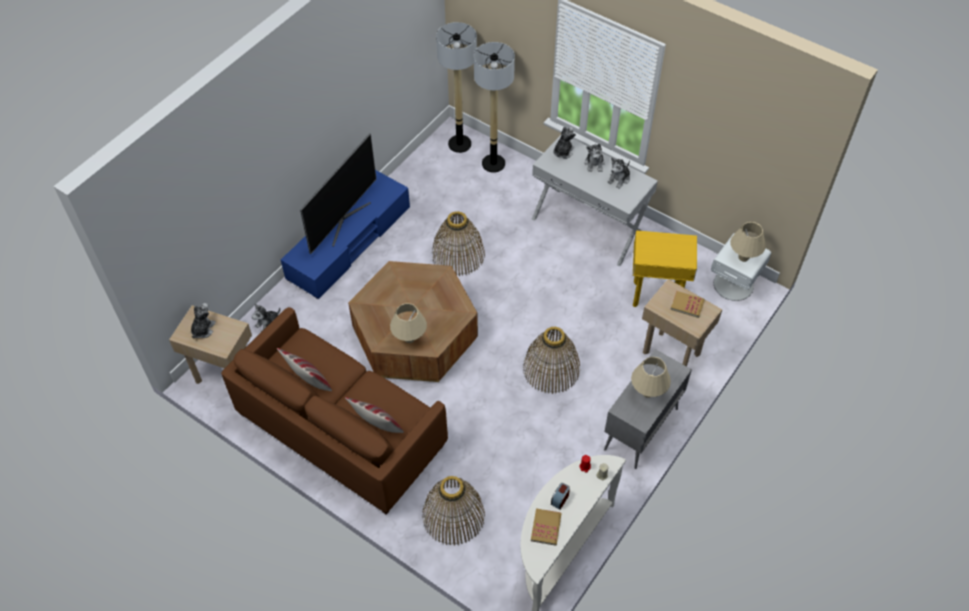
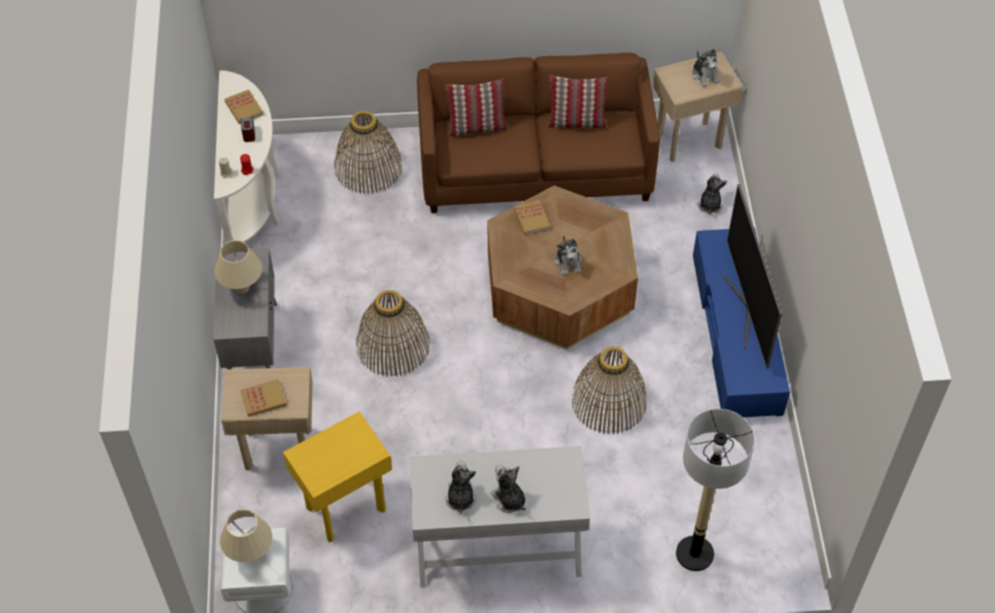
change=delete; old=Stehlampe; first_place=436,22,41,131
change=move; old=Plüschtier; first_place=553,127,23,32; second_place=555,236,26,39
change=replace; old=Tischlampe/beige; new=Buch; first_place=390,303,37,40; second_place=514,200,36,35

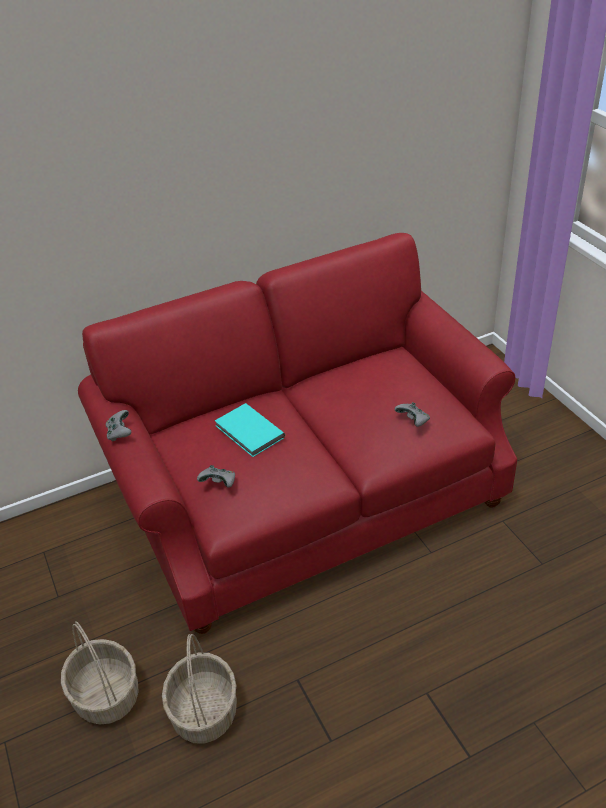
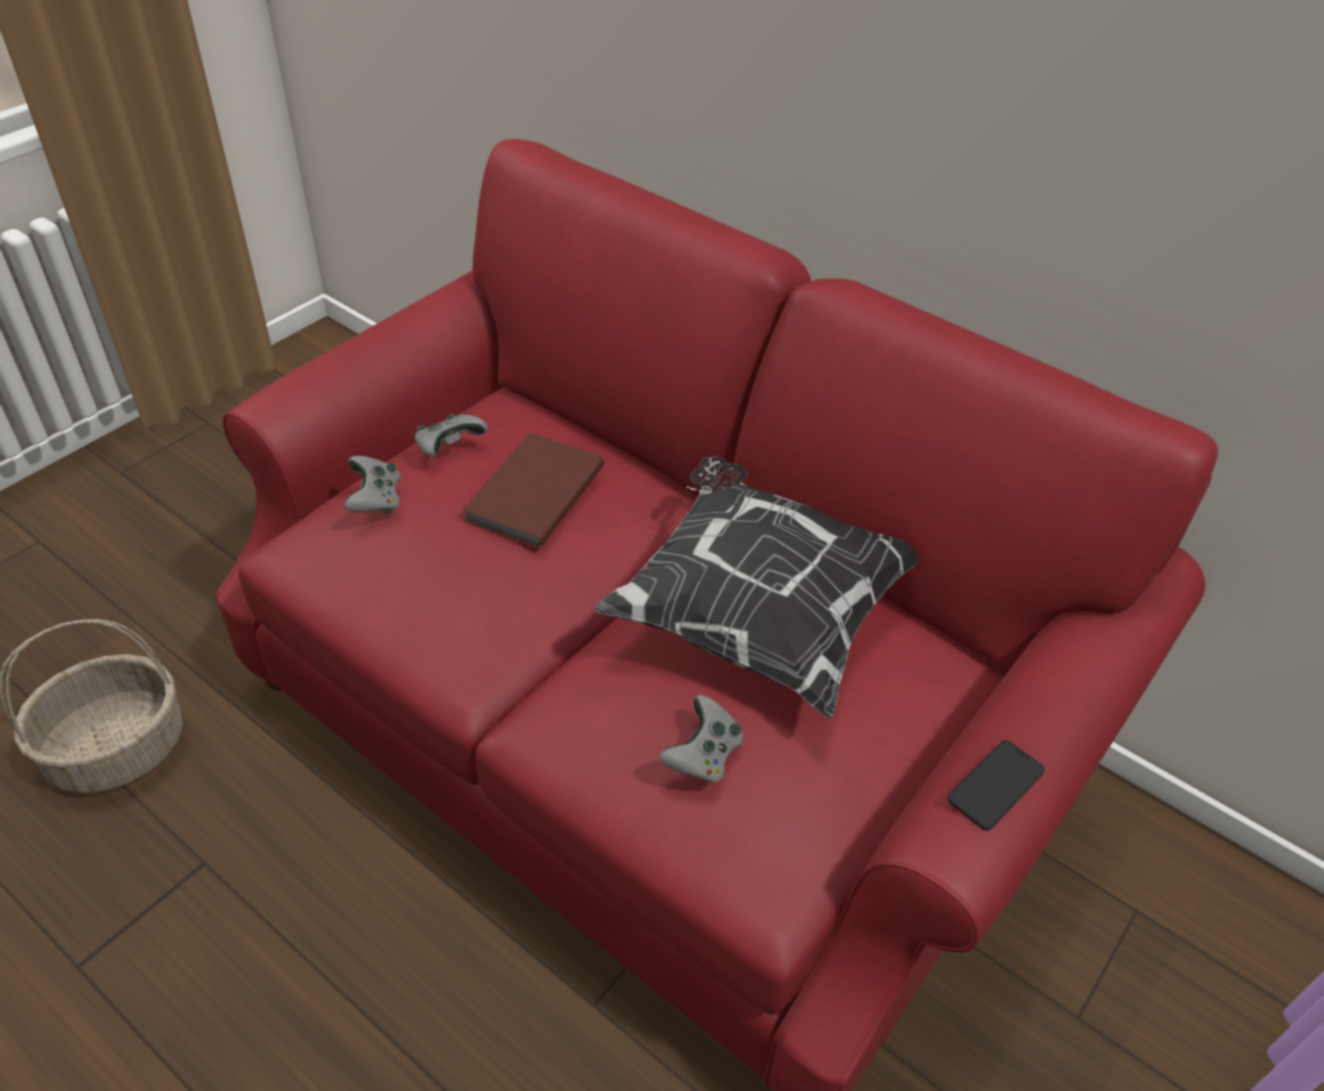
change=recolor; old=Buch/türkis; new=Buch/braun; first_place=215,403,70,54; second_place=463,432,141,117
change=move; old=Gamepad/grau; first_place=106,410,26,32; second_place=415,414,73,43
change=delete; old=Korb; first_place=61,621,78,104
change=insert; new=Kissen; second_place=595,456,324,262
change=insert; new=Handy; second_place=948,740,97,90

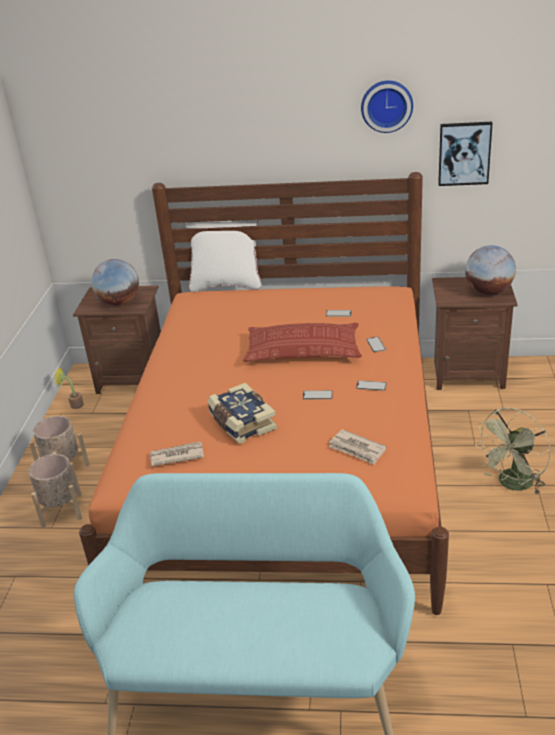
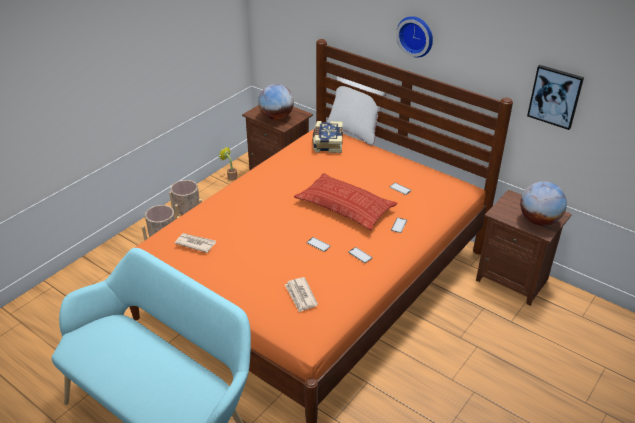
change=move; old=Wanduhr; first_place=361,80,52,53; second_place=396,16,37,41
change=move; old=Buch; first_place=207,383,70,61; second_place=312,121,31,32
change=delete; old=Ventilator/grün; first_place=475,408,76,87

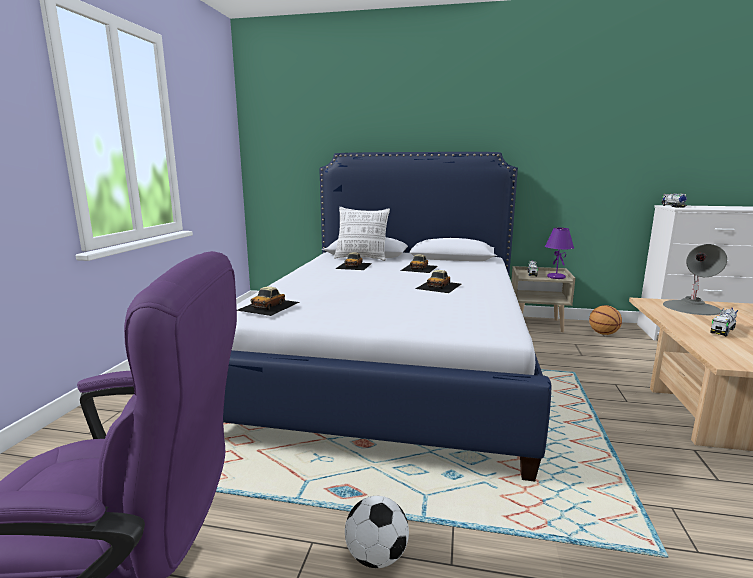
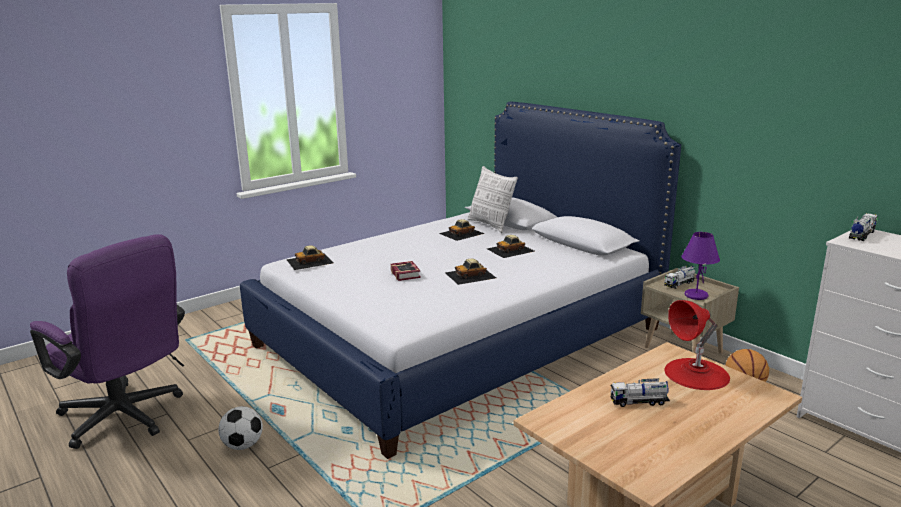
change=recolor; old=Tischlampe/grau; new=Tischlampe/rot; first_place=663,244,64,71; second_place=664,300,66,90
change=insert; new=Buch; second_place=391,261,30,20

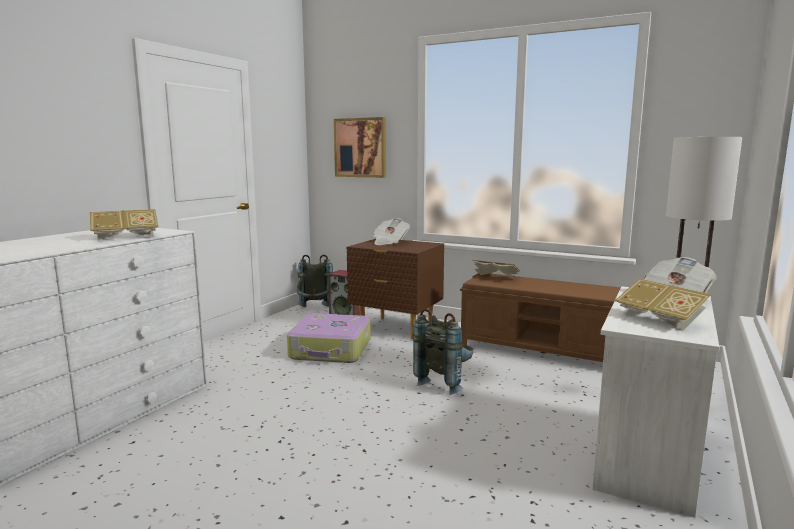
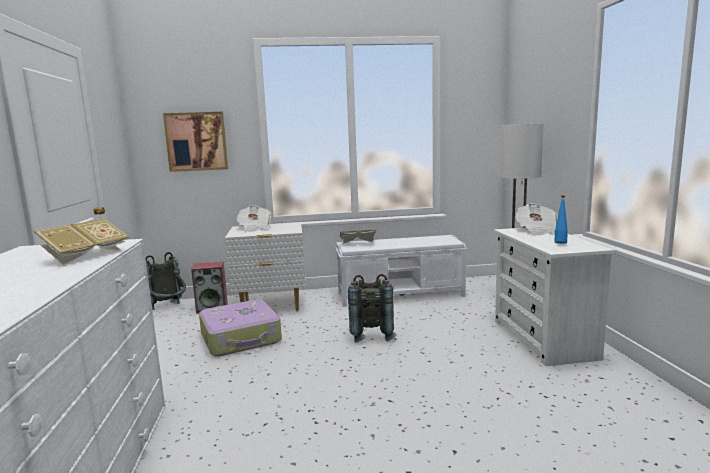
change=recolor; old=Nachttisch/braun; new=Nachttisch/weiß; first_place=347,239,97,100; second_place=225,223,81,88
change=recolor; old=Bank/braun; new=Bank/weiß; first_place=460,273,161,89; second_place=335,235,133,72
change=replace; old=Buch; new=Flasche/blau; first_place=615,279,96,52; second_place=554,196,14,47

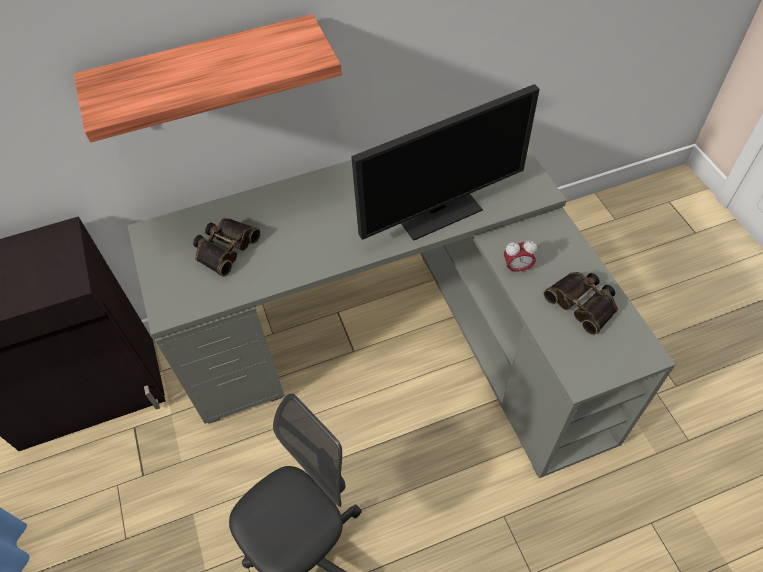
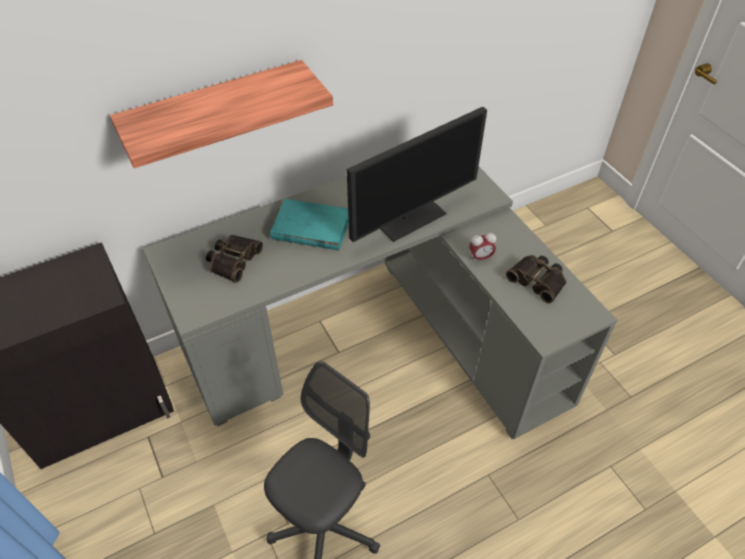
change=insert; new=Buch/türkis; second_place=270,199,79,51

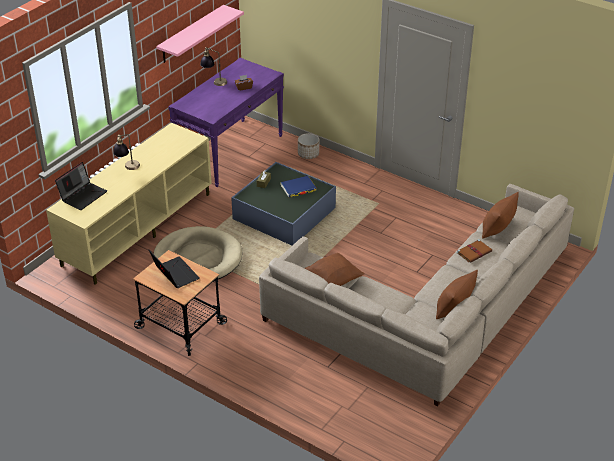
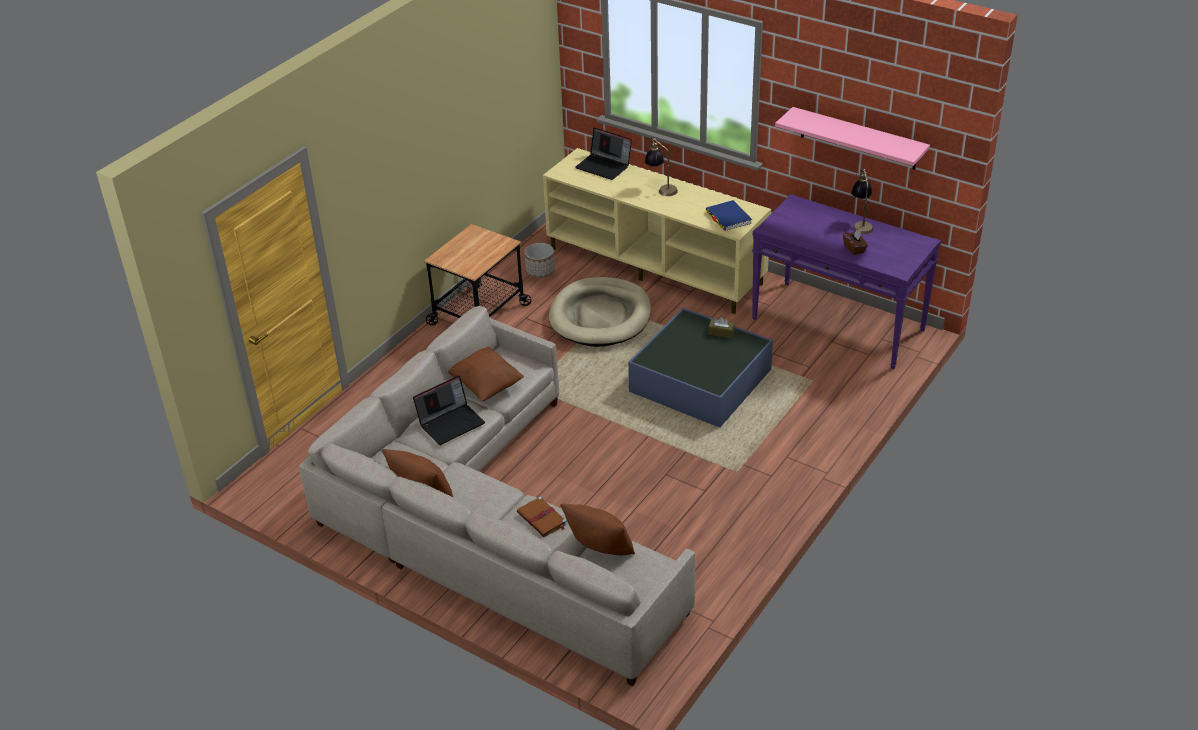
change=move; old=Pflanzkübel; first_place=298,133,21,26; second_place=524,243,31,35
change=move; old=Buch/blau; first_place=281,176,36,21; second_place=706,200,46,31
change=move; old=Laptop; first_place=149,250,51,38; second_place=413,375,72,70

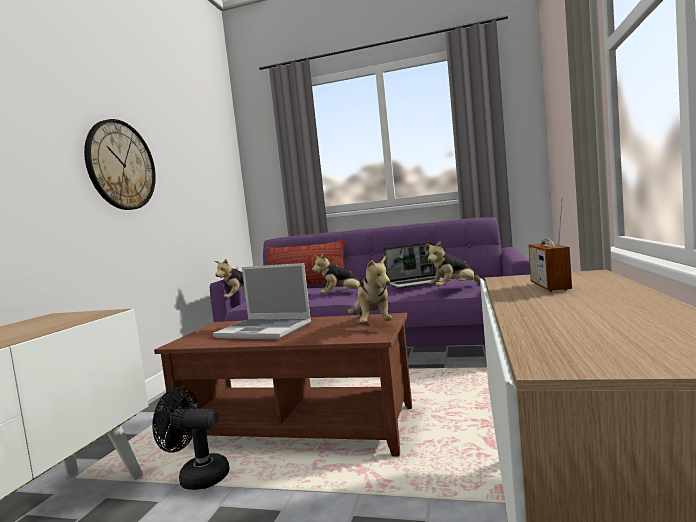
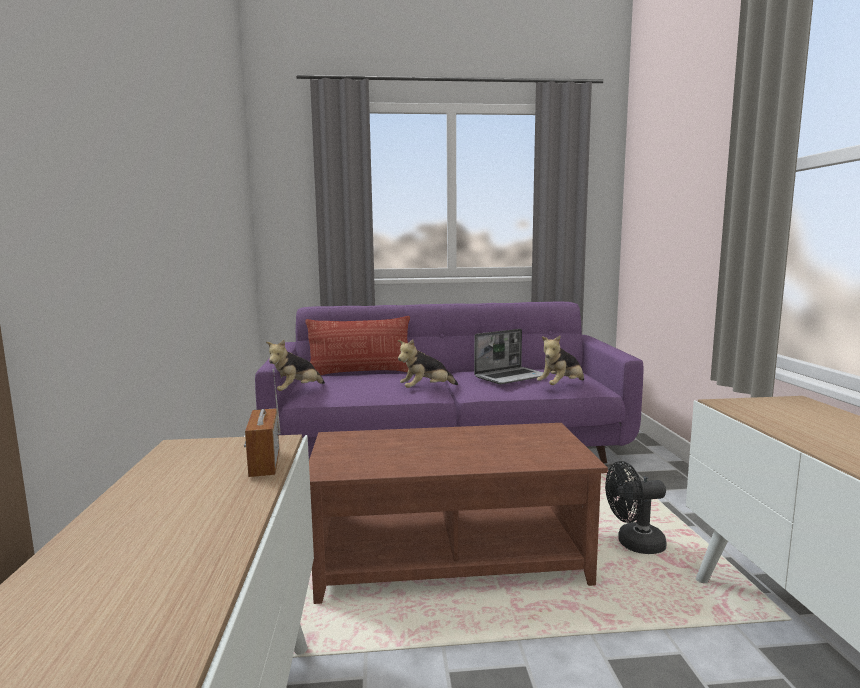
change=delete; old=Wanduhr; first_place=84,119,72,91
change=move; old=Radio; first_place=528,198,44,94; second_place=244,369,37,108
change=delete; old=Plüschtier; first_place=348,255,44,67
change=delete; old=Laptop; first_place=213,263,98,76
change=move; old=Ventilator/schwarz; first_place=152,387,78,103; second_place=605,461,62,93

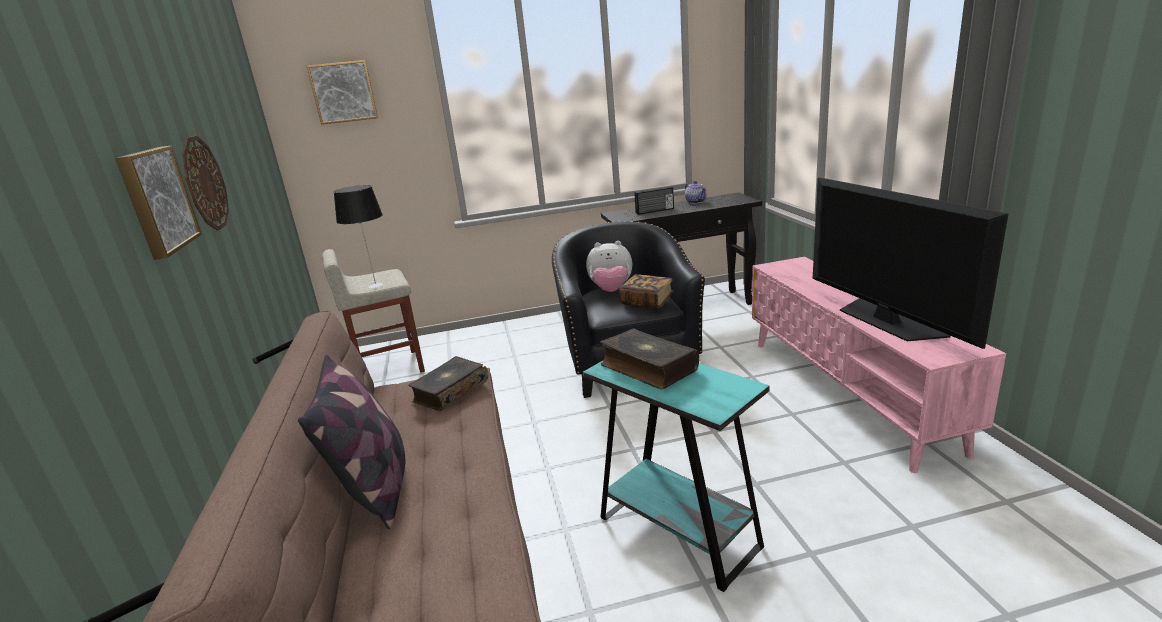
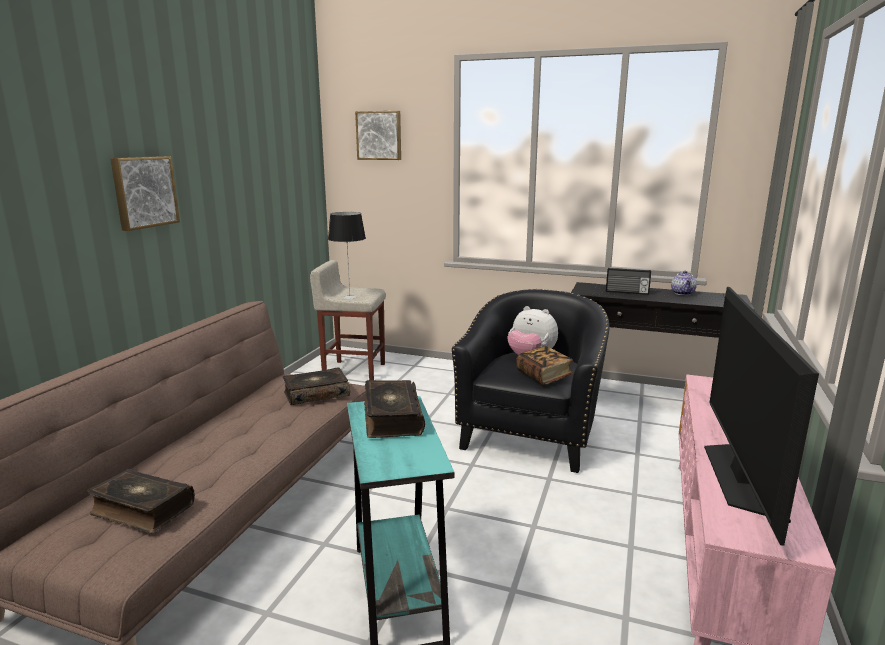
change=delete; old=Wanduhr; first_place=182,136,47,95
change=delete; old=Kissen; first_place=298,354,107,175
change=insert; new=Buch; second_place=87,469,108,64

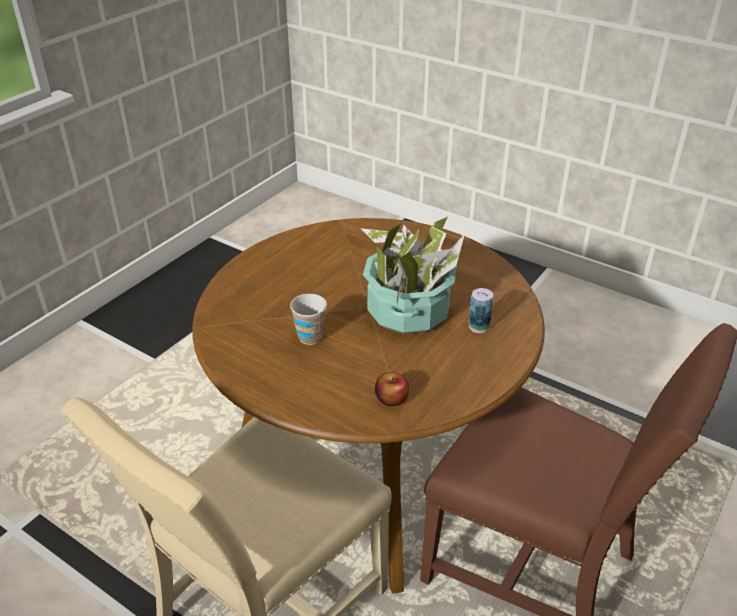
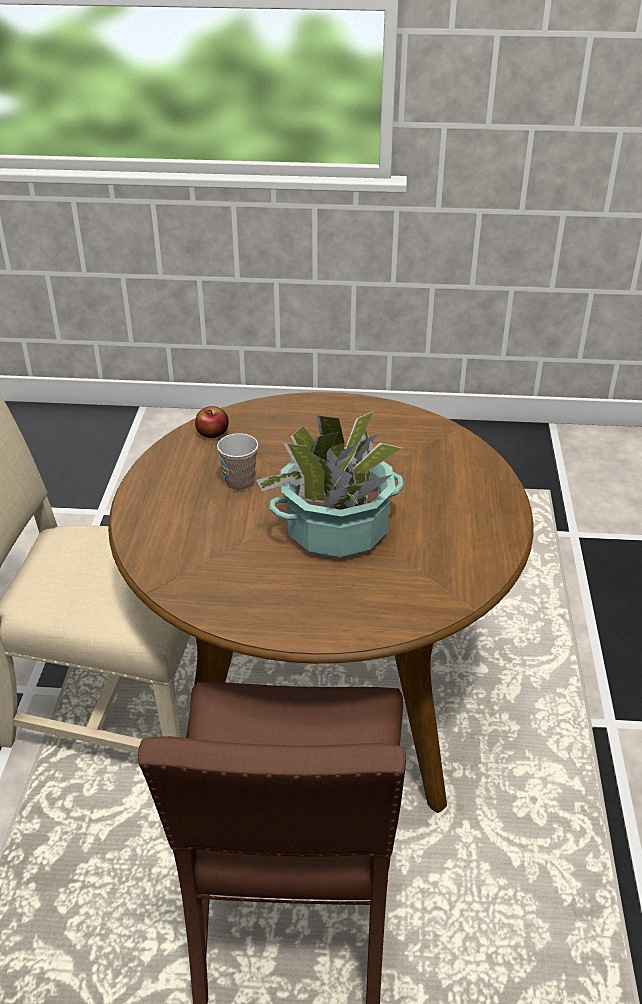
change=delete; old=Dose; first_place=469,288,24,45
change=move; old=Apfel; first_place=375,372,34,34; second_place=195,406,34,32

